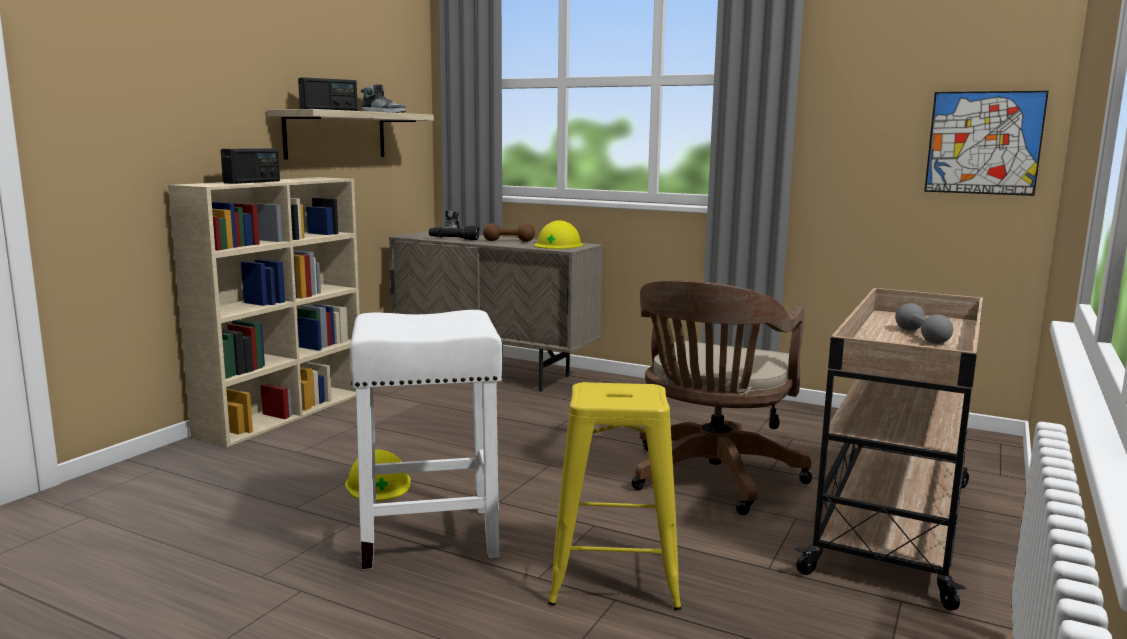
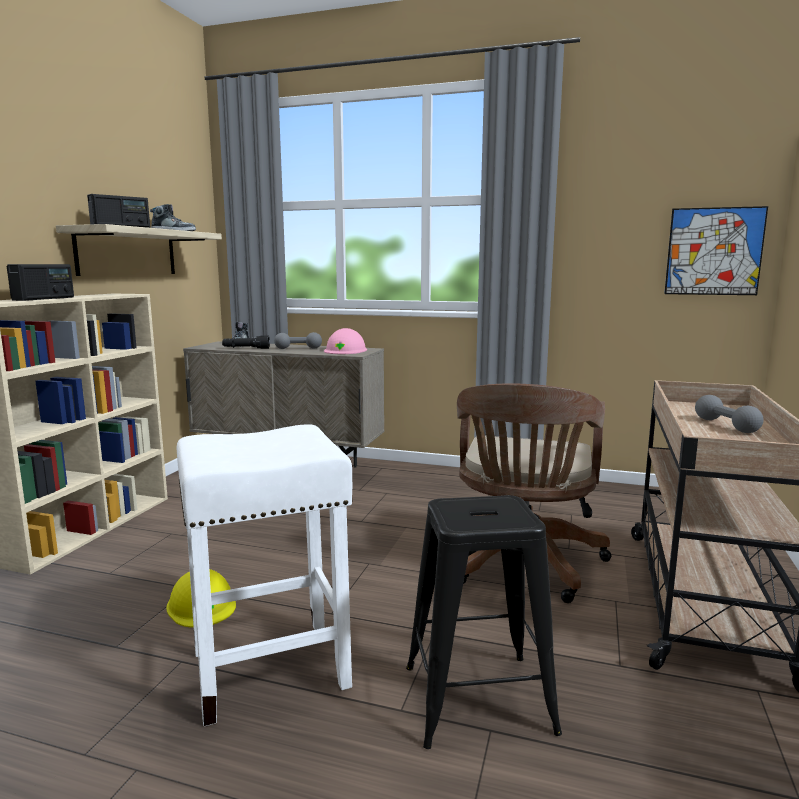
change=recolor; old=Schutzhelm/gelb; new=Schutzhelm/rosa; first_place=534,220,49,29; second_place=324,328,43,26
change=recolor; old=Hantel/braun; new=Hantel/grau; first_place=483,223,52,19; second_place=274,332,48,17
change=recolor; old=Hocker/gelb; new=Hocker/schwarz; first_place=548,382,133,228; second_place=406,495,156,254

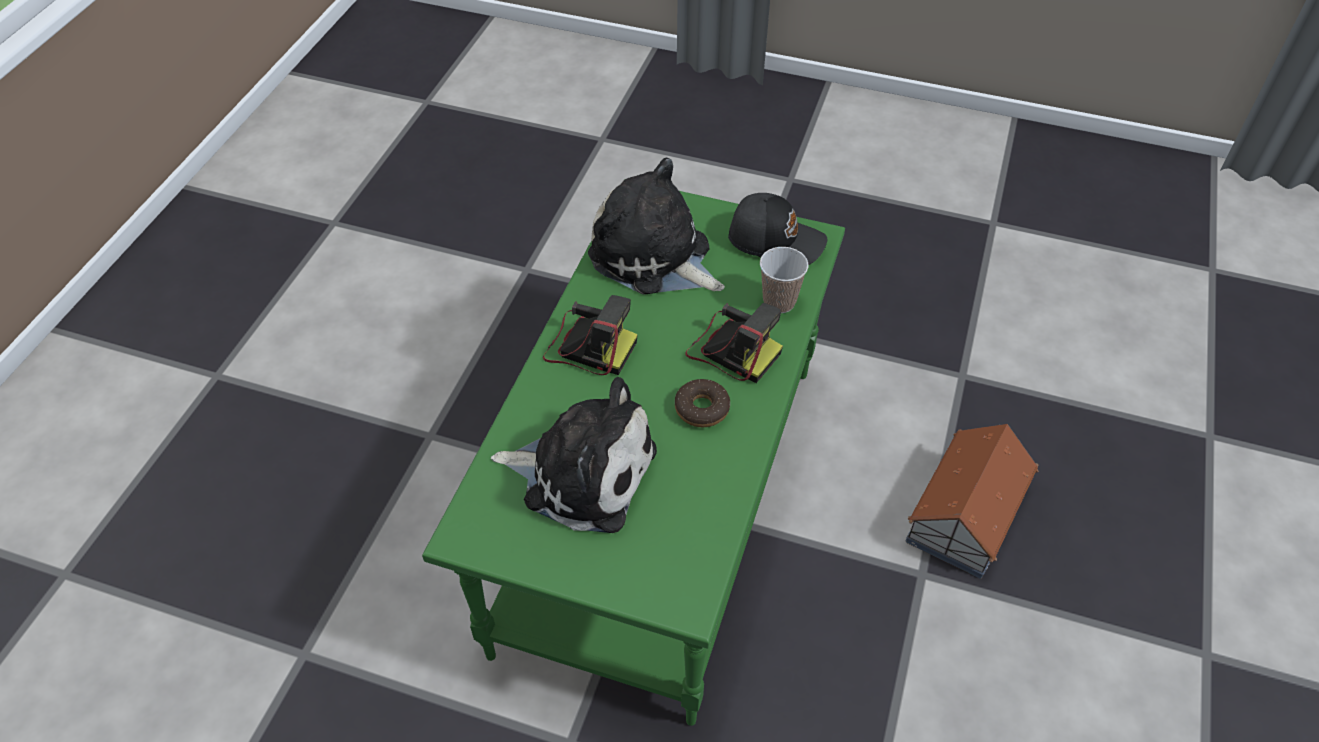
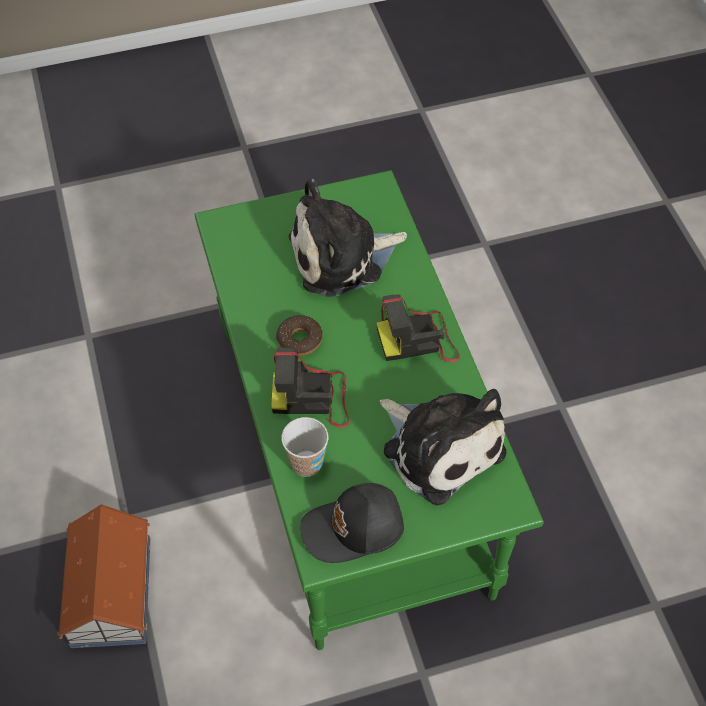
change=rotate; old=Plüschtier; first_place=588,158,137,137; second_place=380,389,126,117; degrees=45

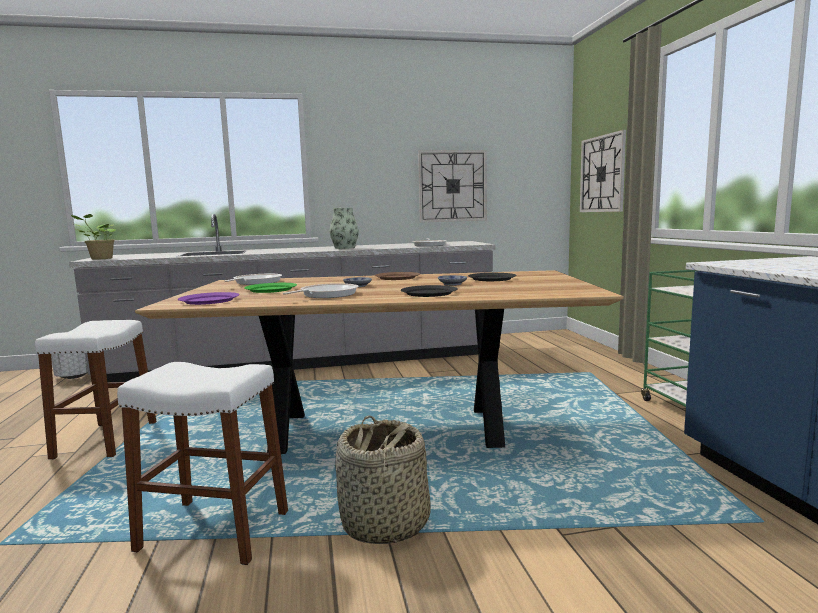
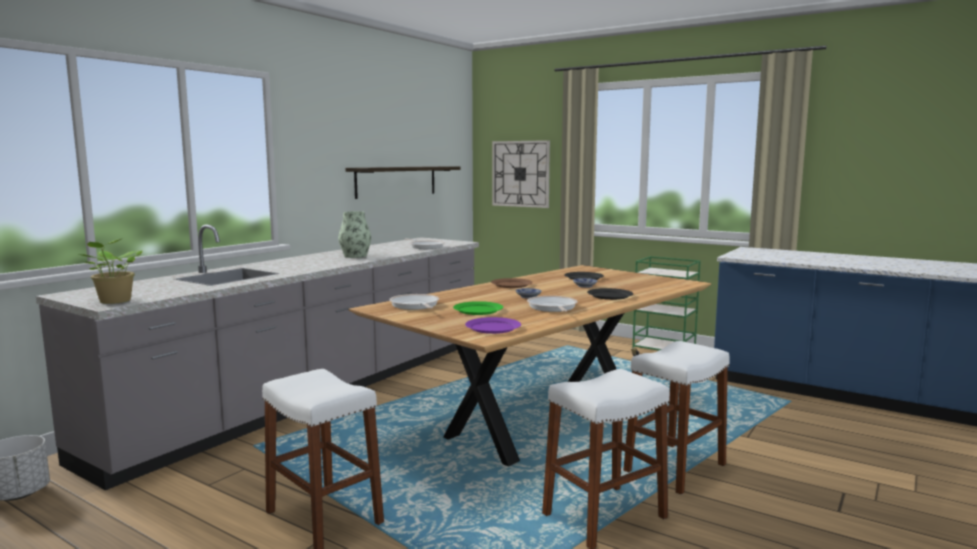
change=replace; old=Wanduhr; new=Wandregal; first_place=418,150,69,72; second_place=345,166,116,33
change=replace; old=Korb; new=Hocker/weiß; first_place=335,415,96,129; second_place=623,341,107,154

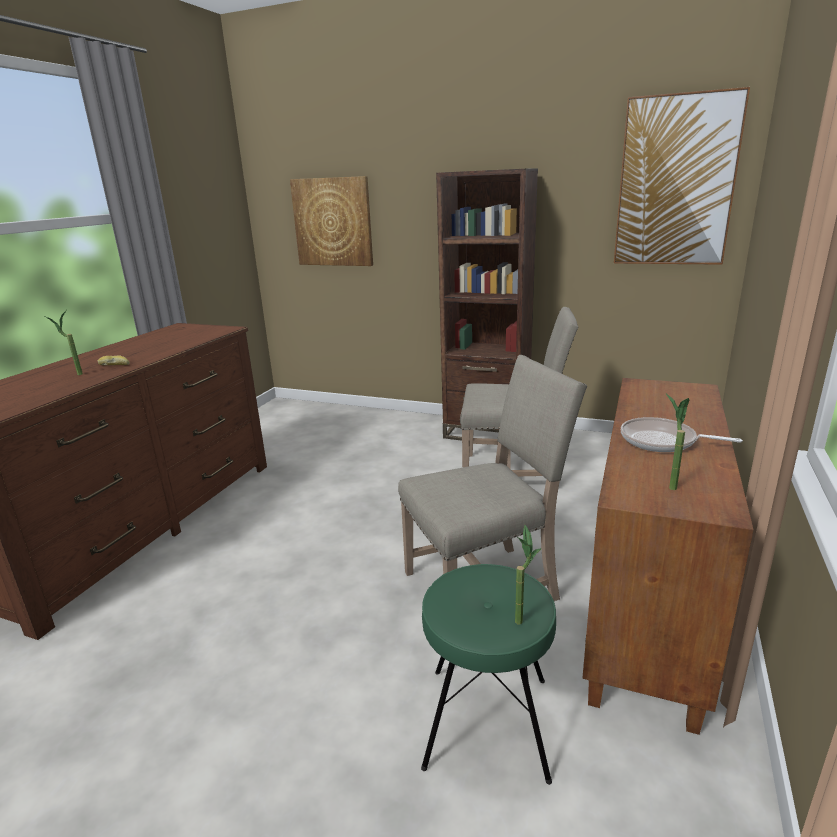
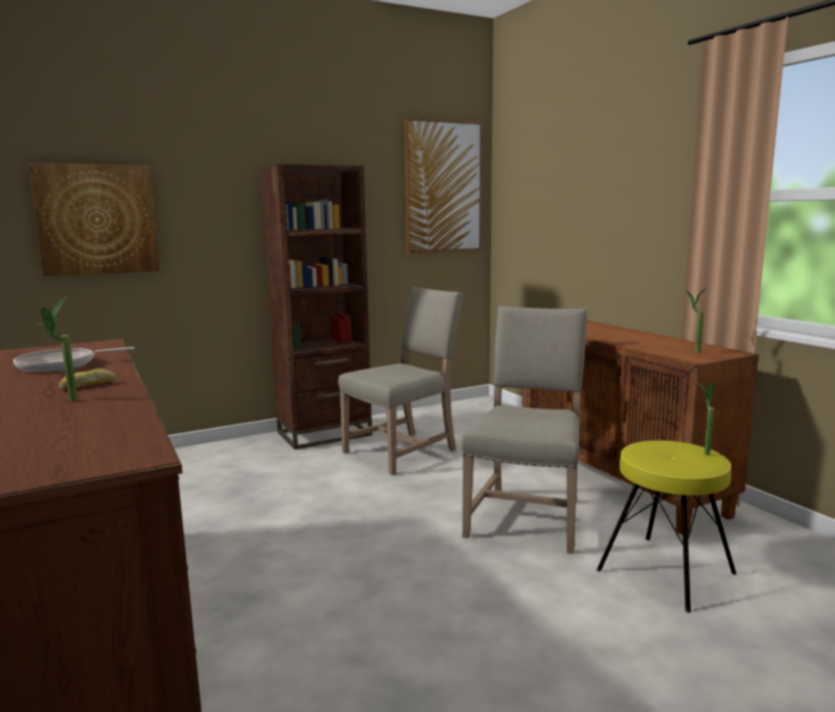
change=move; old=Pfanne; first_place=621,417,122,35; second_place=13,347,122,25
change=recolor; old=Hocker/grün; new=Hocker/gelb; first_place=421,564,135,221; second_place=597,440,139,173

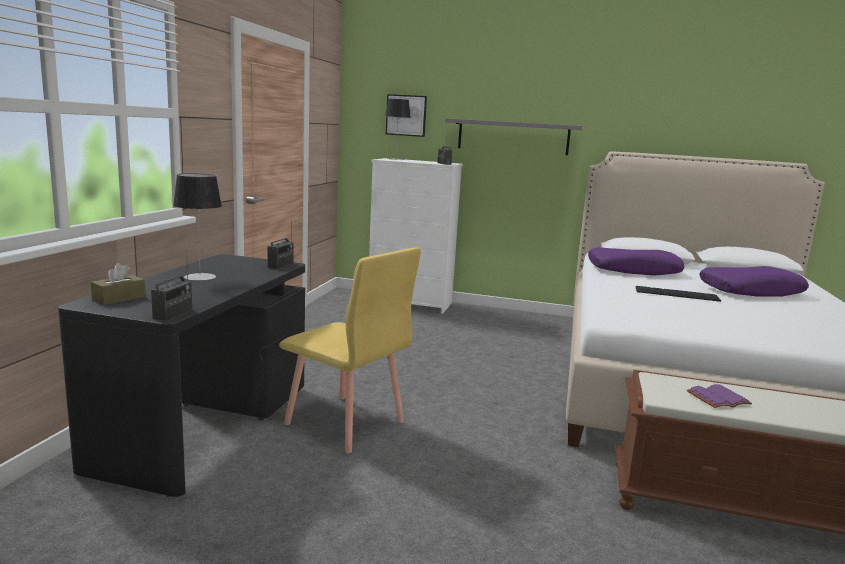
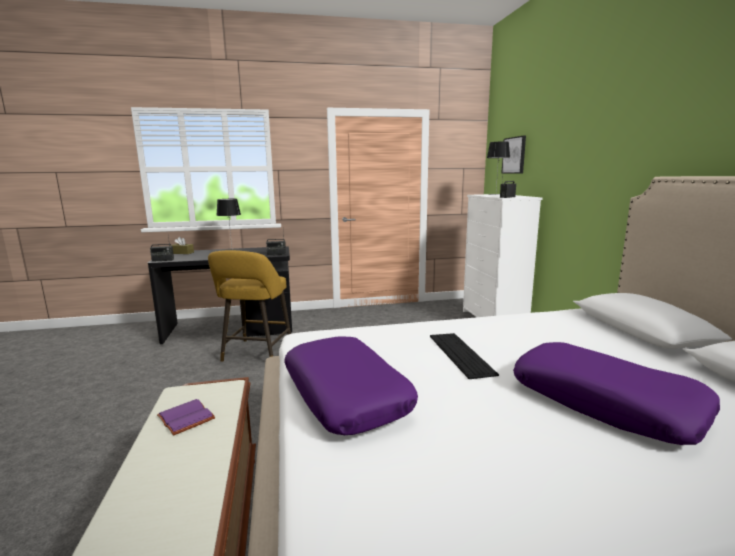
change=delete; old=Wandregal/grau; first_place=445,118,138,37
change=replace; old=Stuhl/gelb; new=Hocker/gelb; first_place=279,247,142,206; second_place=208,250,83,112
change=move; old=Kissen/lila; first_place=588,248,96,28; second_place=284,336,134,99

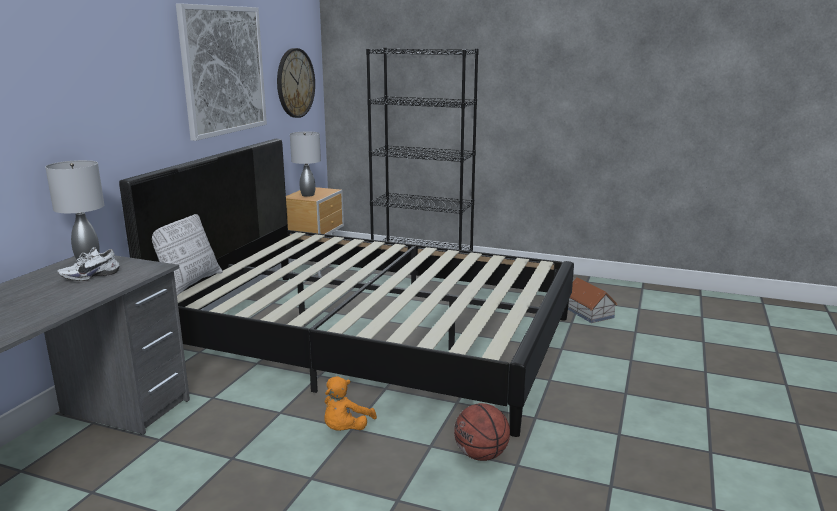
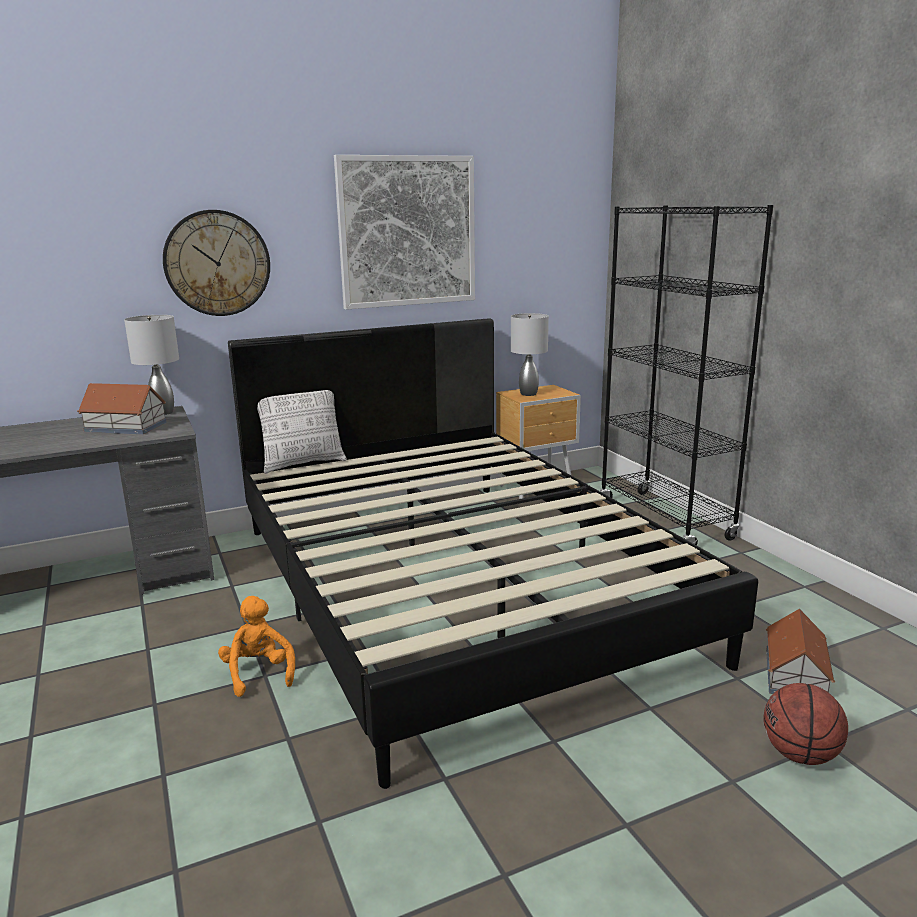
change=move; old=Wanduhr; first_place=277,48,38,70; second_place=163,210,107,106
change=replace; old=Schuh/weiß; new=Spielzeughaus; first_place=57,247,63,34; second_place=77,383,90,51
change=rotate; old=Plüschtier/orange; first_place=324,376,53,55; second_place=218,596,77,101; degrees=90
change=move; old=Basketball; first_place=454,403,56,58; second_place=763,683,85,82

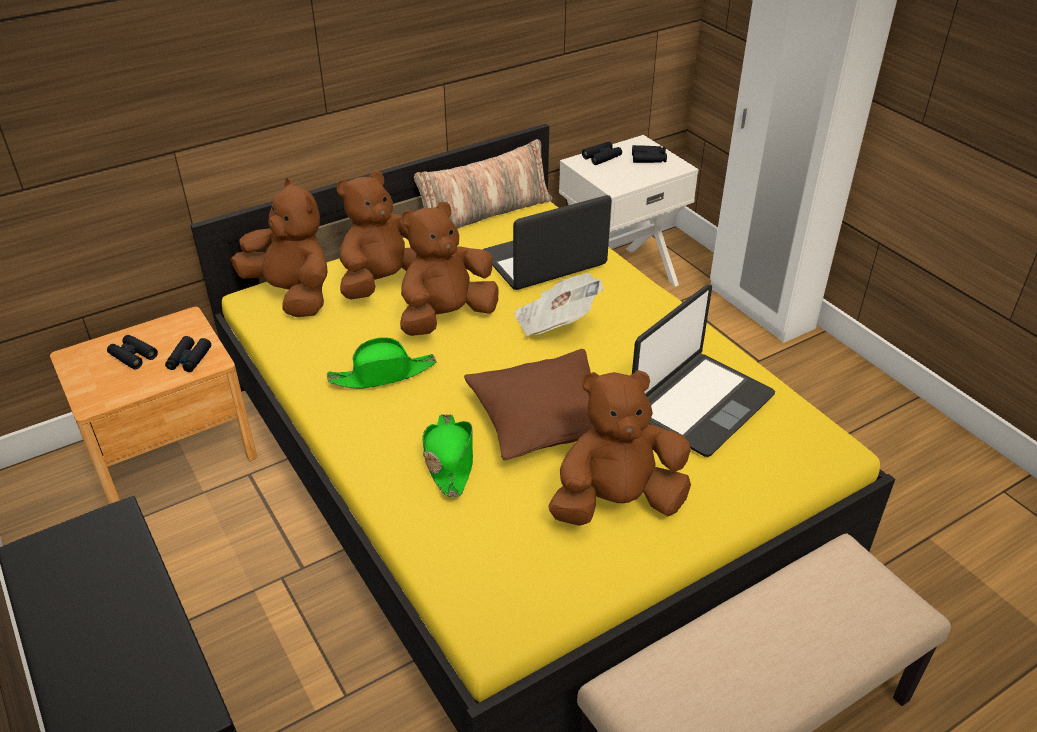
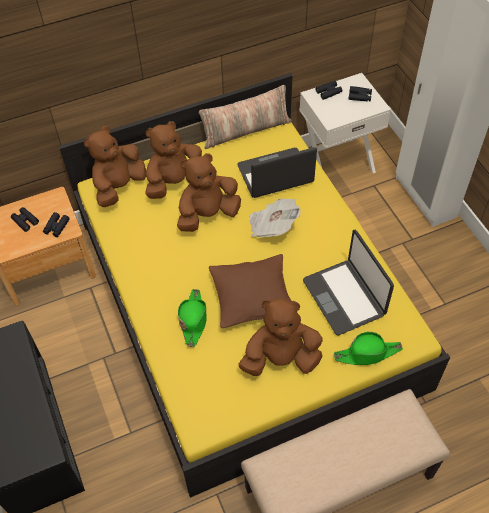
change=rotate; old=Plüschtier/braun; first_place=231,179,97,138; second_place=84,126,62,81; degrees=-105
change=rotate; old=Laptop; first_place=632,284,143,173; second_place=303,230,91,105; degrees=105
change=move; old=Hut/grün; first_place=327,337,109,52; second_place=334,332,69,33

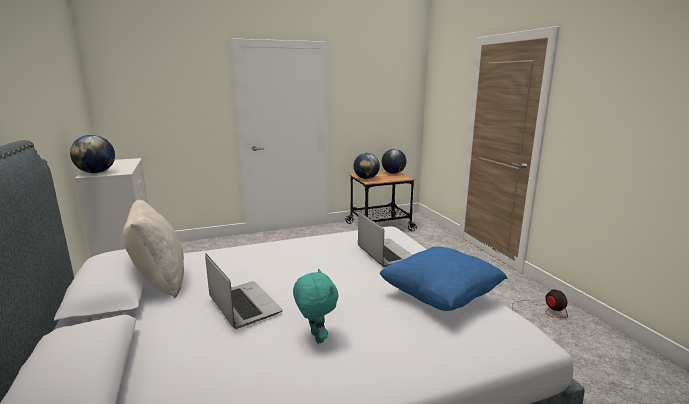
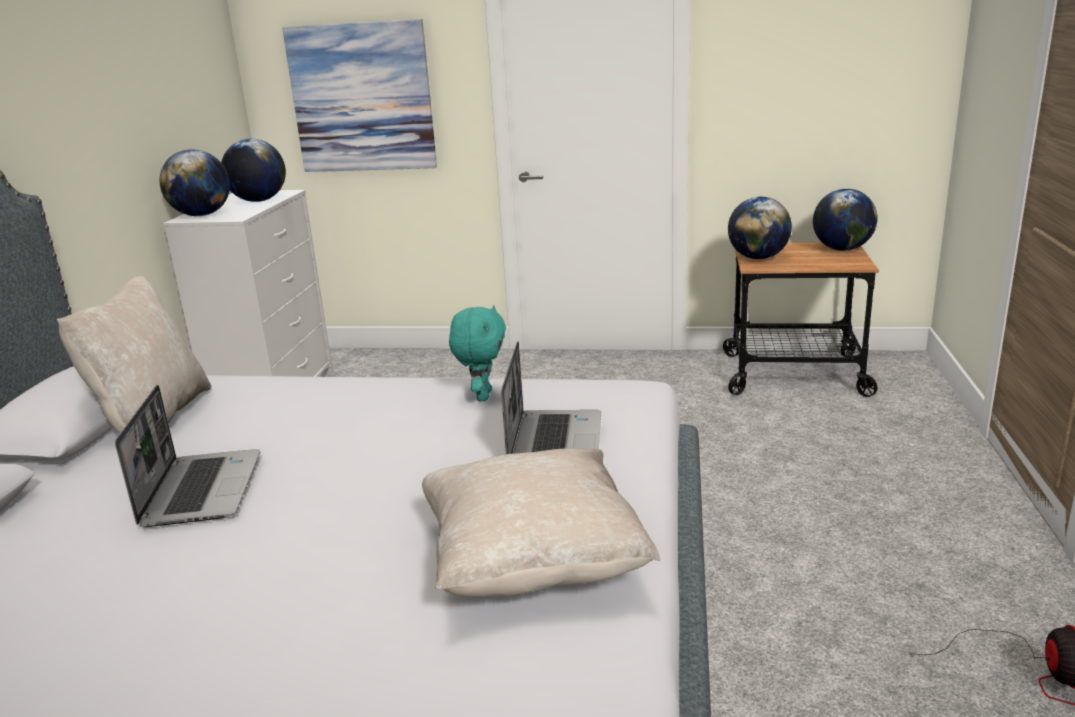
change=recolor; old=Kissen/blau; new=Kissen/beige; first_place=380,247,128,64; second_place=422,448,238,149
change=move; old=Plüschtier/türkis; first_place=293,269,45,75; second_place=449,305,57,96
change=insert; new=Bild; second_place=282,19,155,153
change=insert; new=Globus; second_place=221,139,65,63

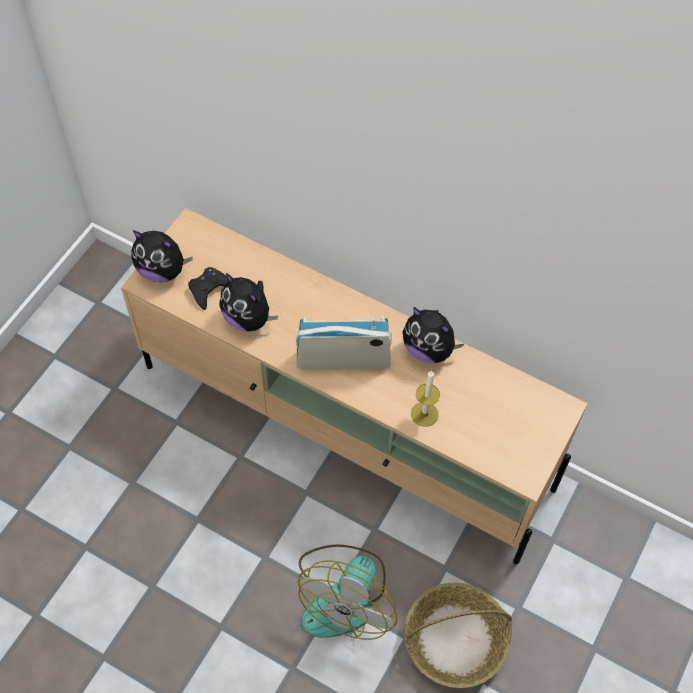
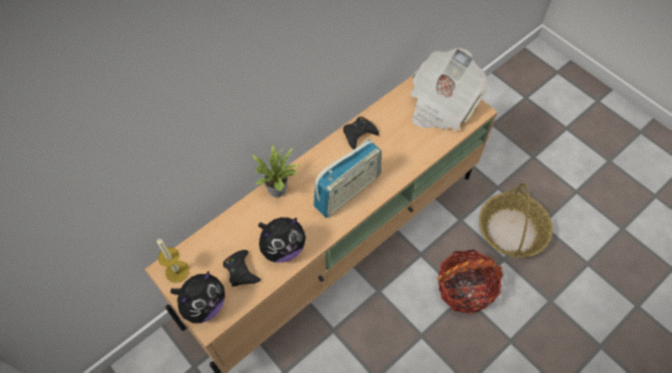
change=replace; old=Plüschtier; new=Gamepad/schwarz; first_place=403,307,61,56; second_place=343,117,36,33
change=rotate; old=Radio; first_place=296,316,96,54; second_place=313,139,68,79; degrees=-150
change=move; old=Kerze; first_place=411,371,29,56; second_place=157,239,32,44
change=replace; old=Ventilator; new=Korb; first_place=298,544,99,96; second_place=438,249,65,65
change=insert; new=Zeitung; second_place=410,48,77,83
change=insert; new=Topfpflanze; second_place=251,145,49,52

